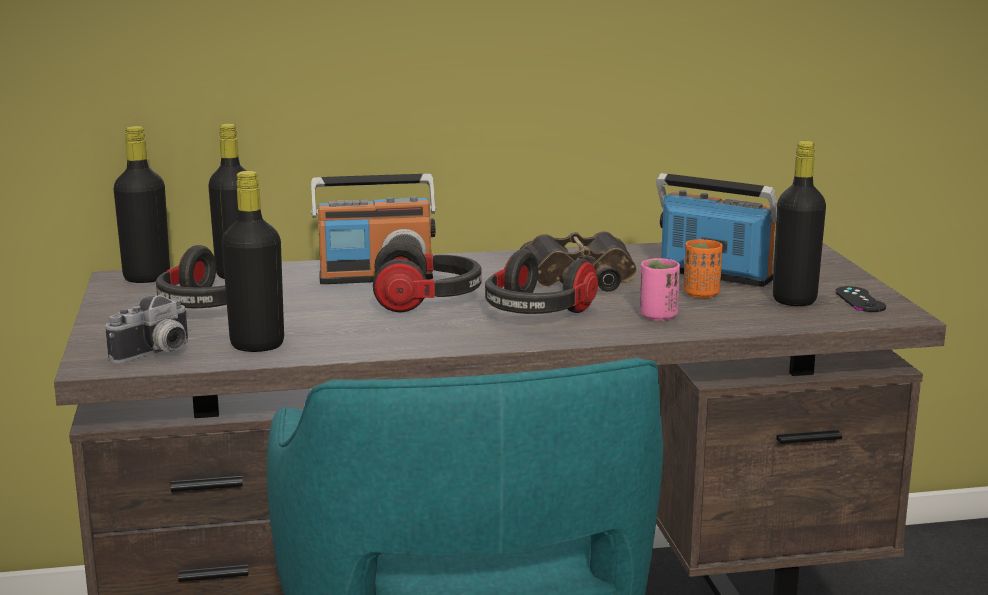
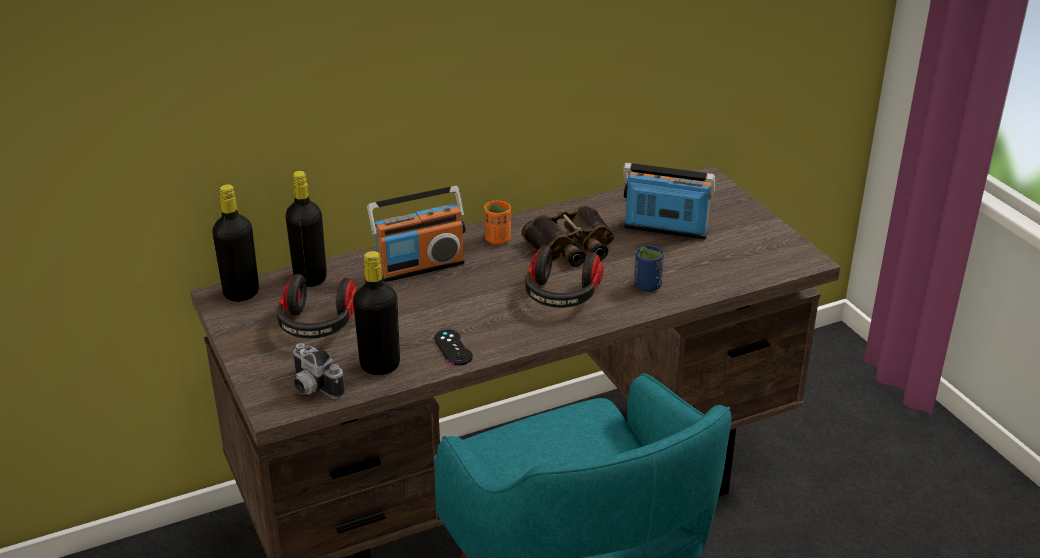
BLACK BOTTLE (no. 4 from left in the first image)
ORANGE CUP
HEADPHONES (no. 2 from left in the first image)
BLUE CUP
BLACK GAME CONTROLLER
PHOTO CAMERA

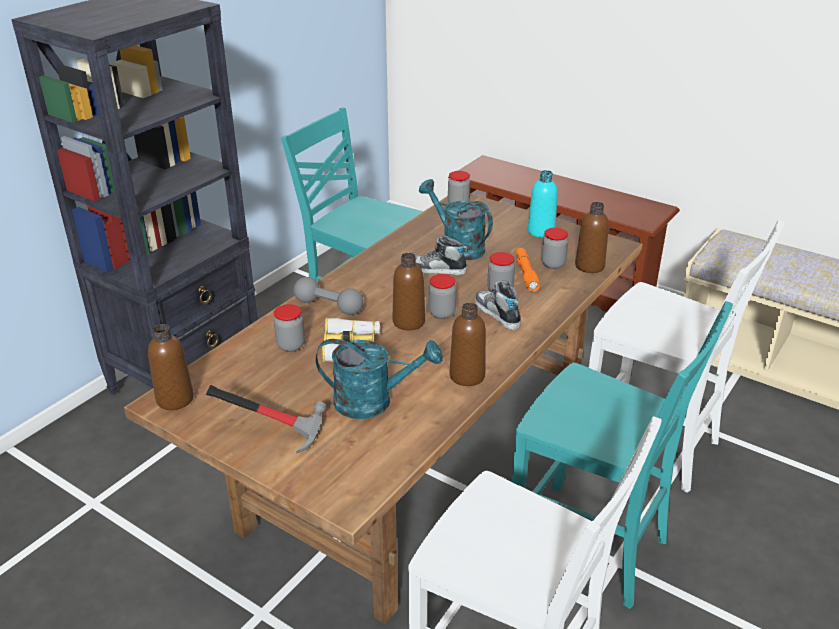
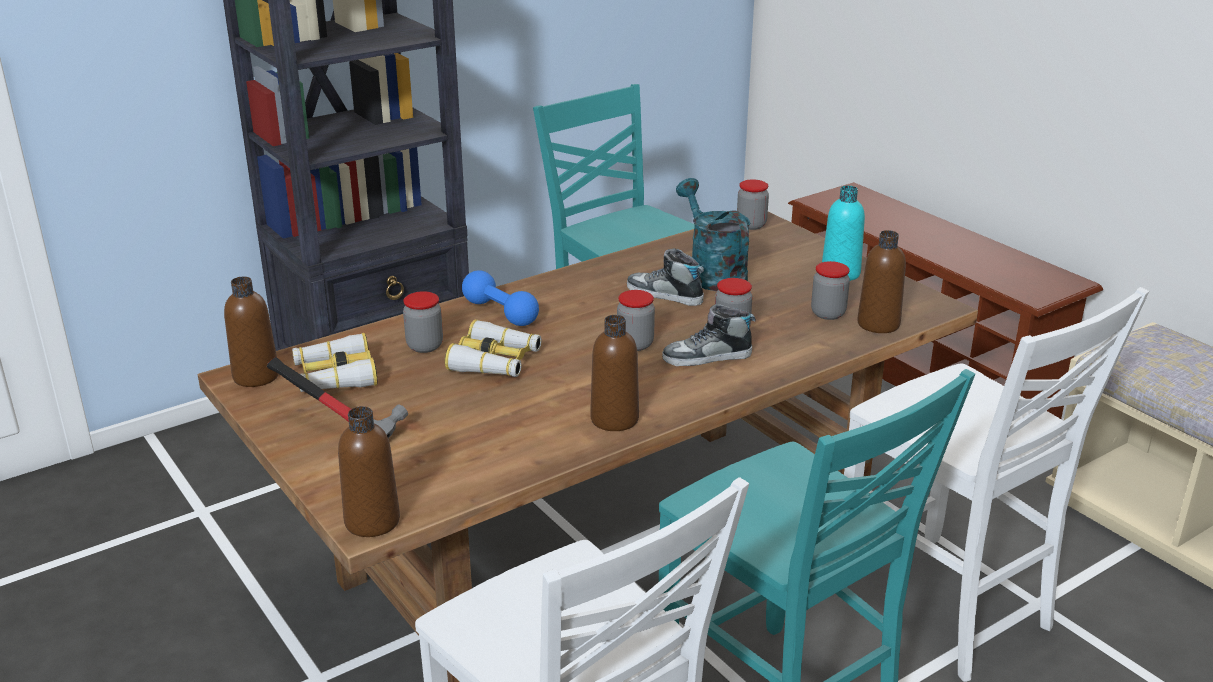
ORANGE FLASHLIGHT
BROWN BOTTLE (no. 2 from left)
BLUE DUMBBELL
SHOE (no. 2 from left)
TURQUOISE WATERING CAN (no. 1 from left in the first image)
BINOCULARS (no. 1 from left)

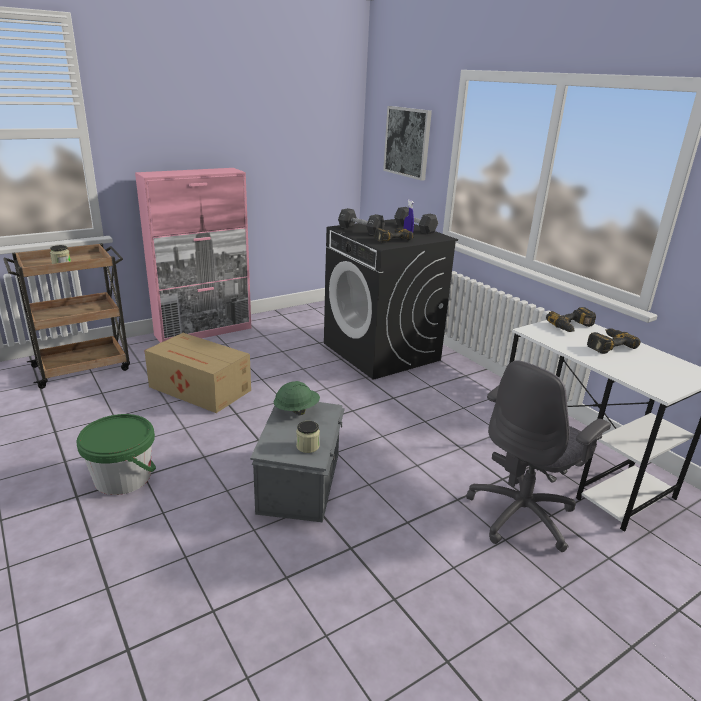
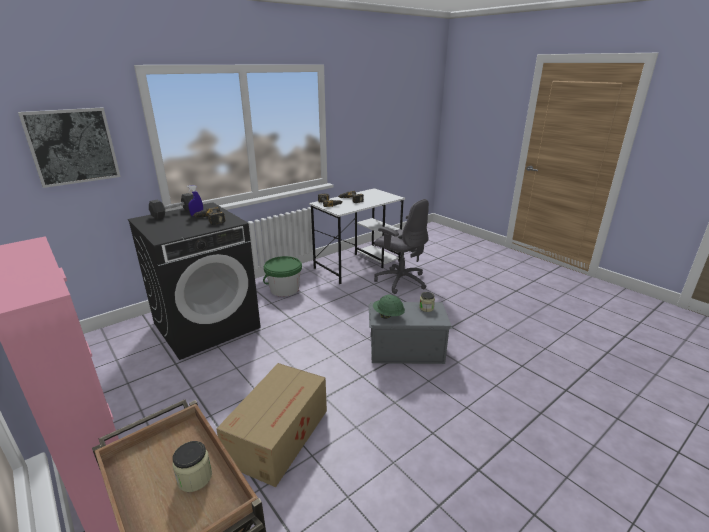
BLACK DUMBBELL (no. 1 from left in the first image)
GREEN BUCKET

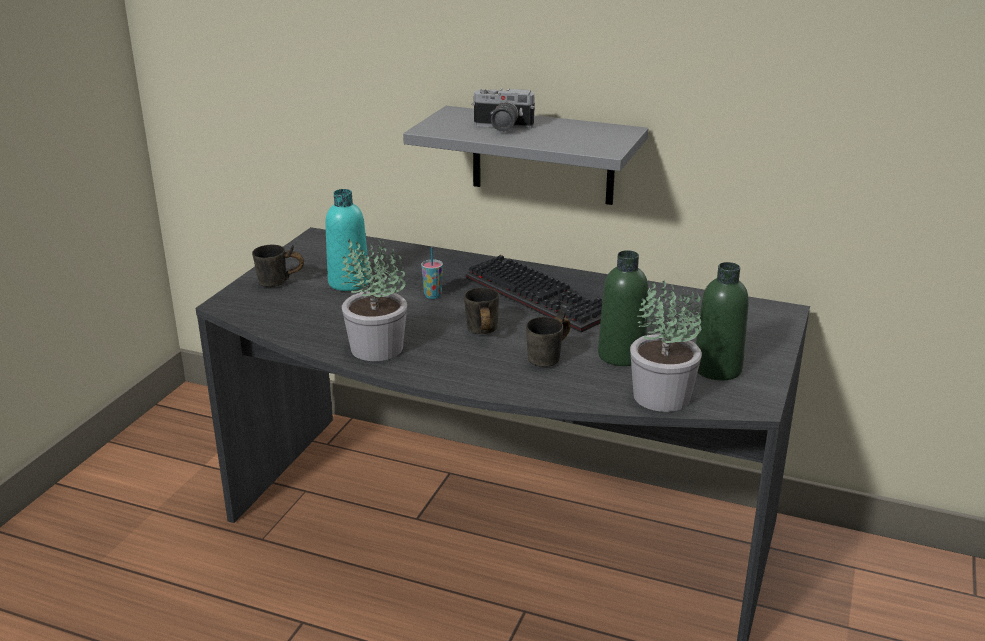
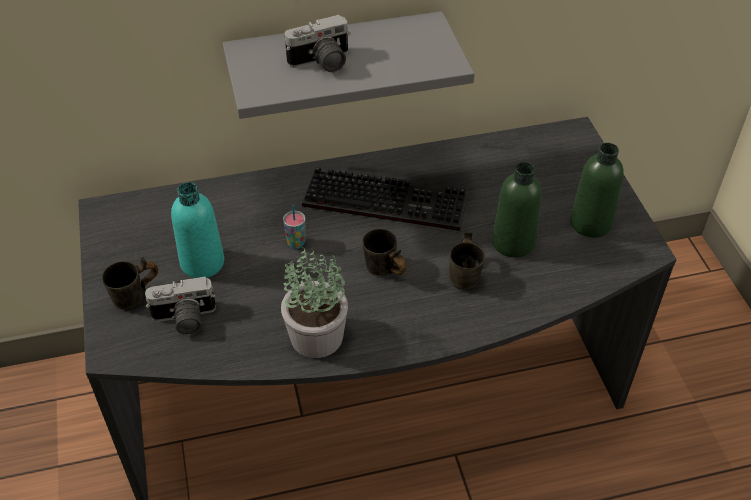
POTTED PLANT (no. 2 from left in the first image)
PHOTO CAMERA (no. 1 from left)

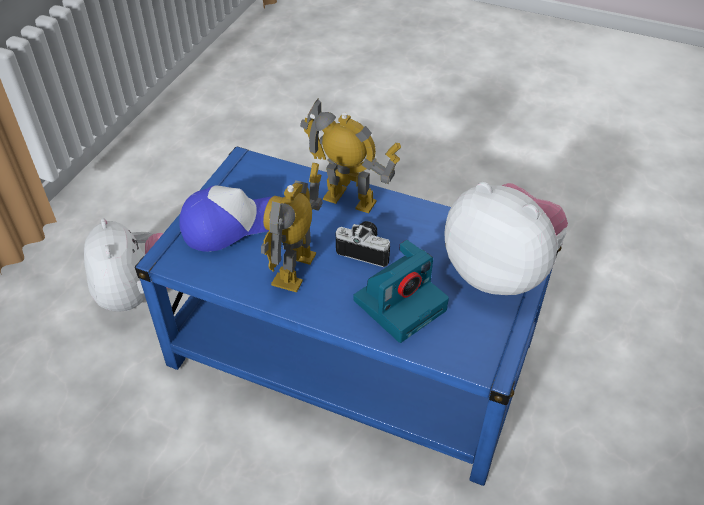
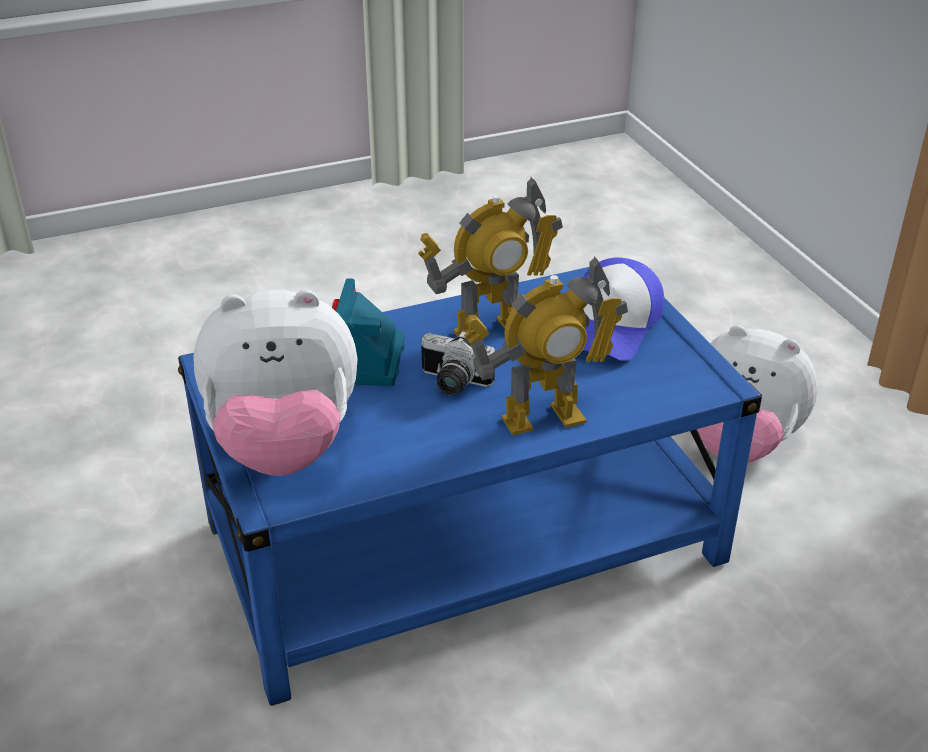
TOY ROBOT (no. 1 from left)
PHOTO CAMERA (no. 2 from left)

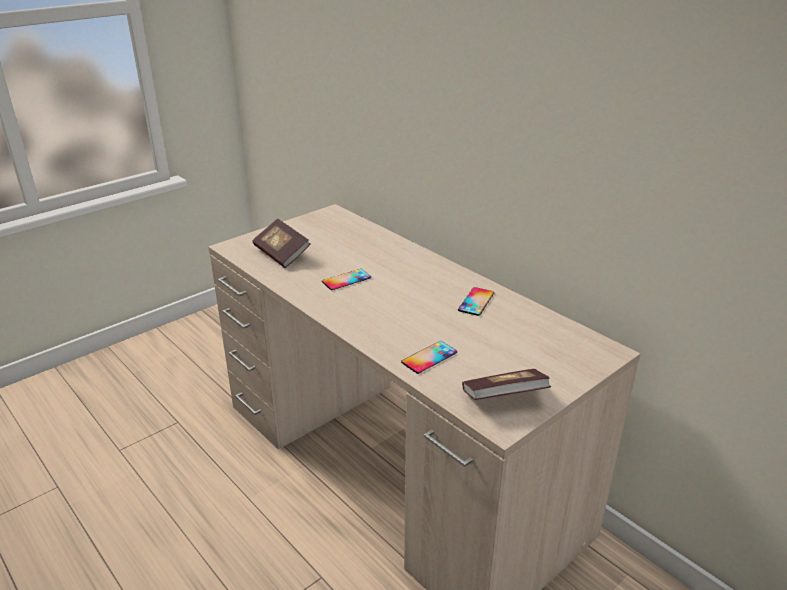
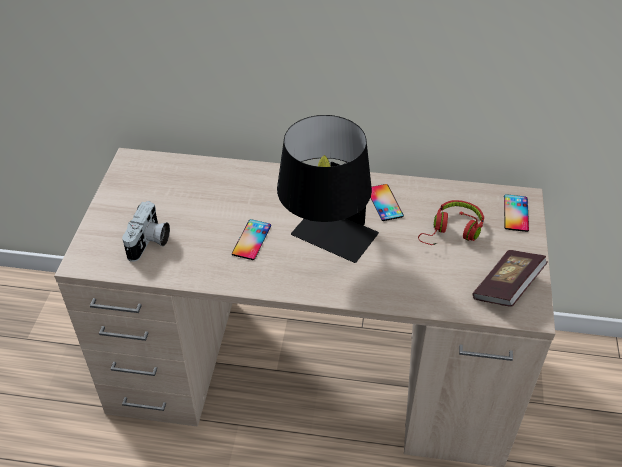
PHOTO CAMERA
PHONE (no. 3 from left)
BLACK TABLE LAMP
RED HEADPHONES

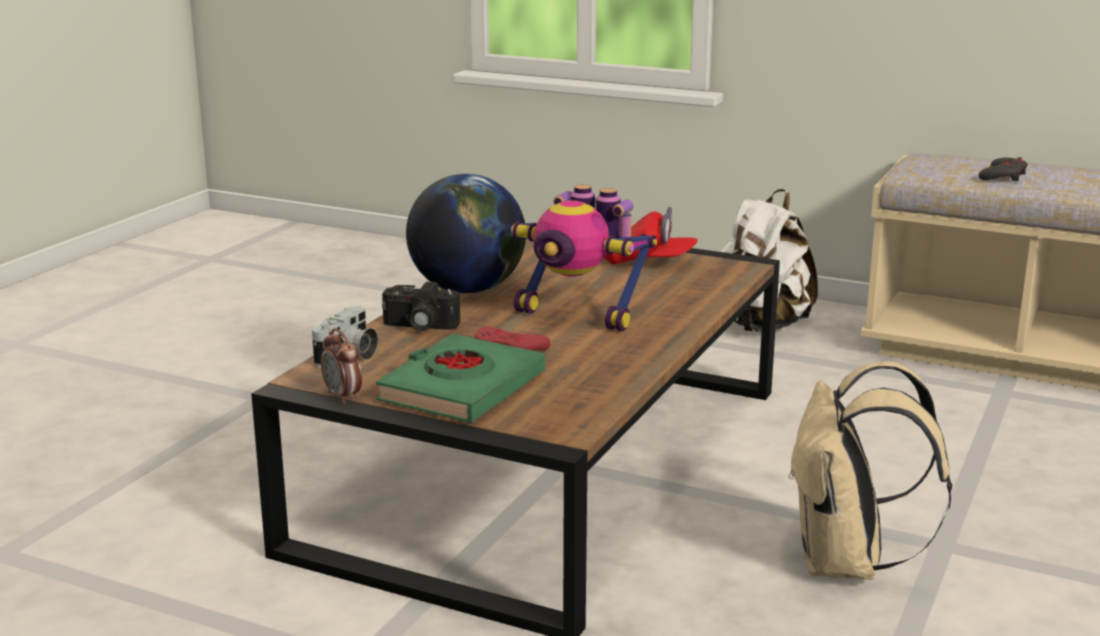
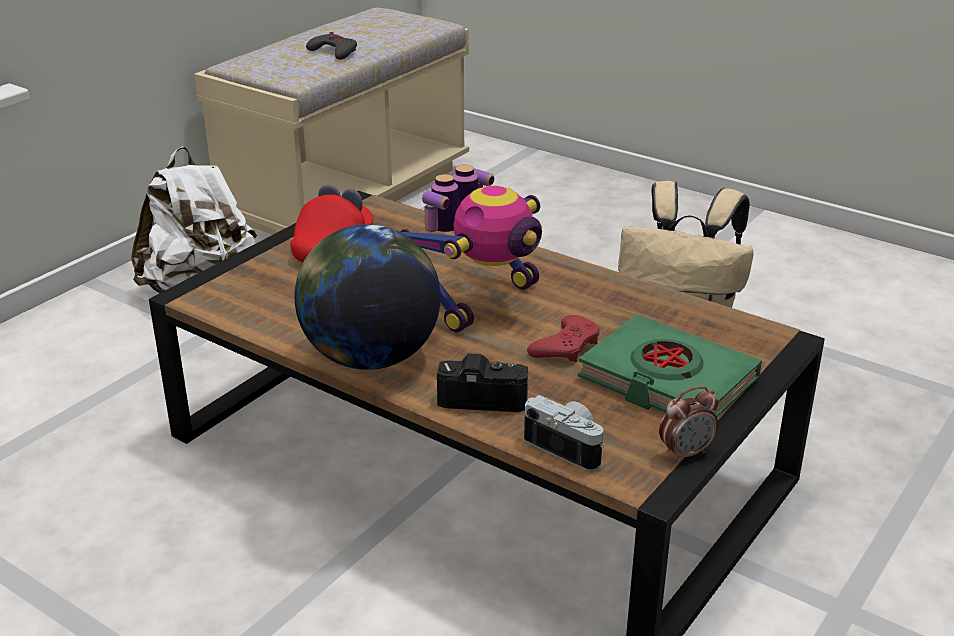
PHOTO CAMERA (no. 1 from left)

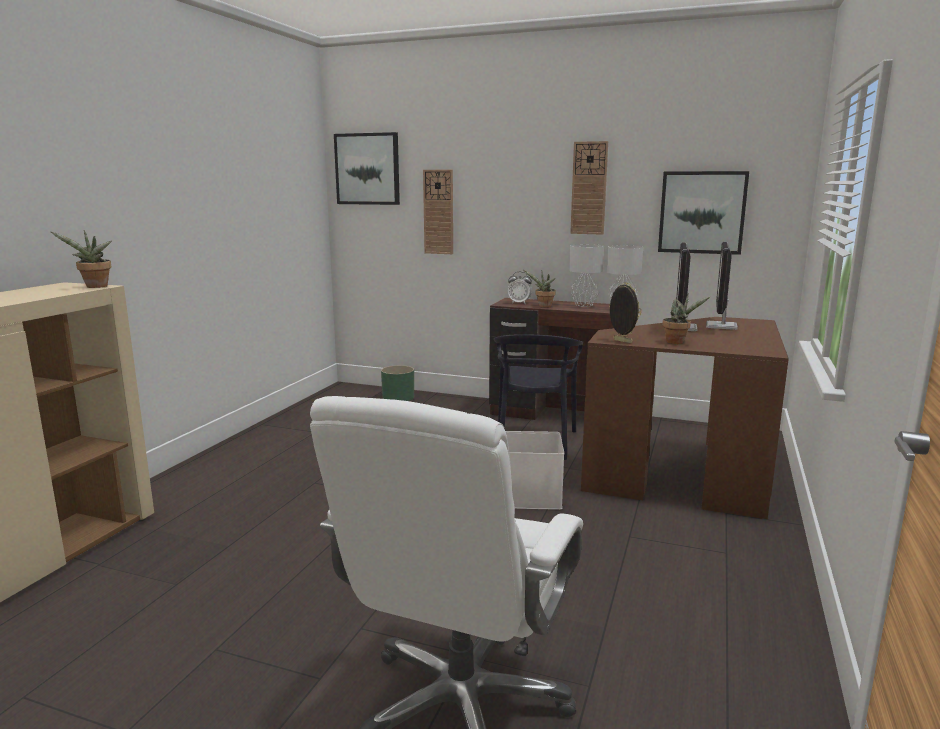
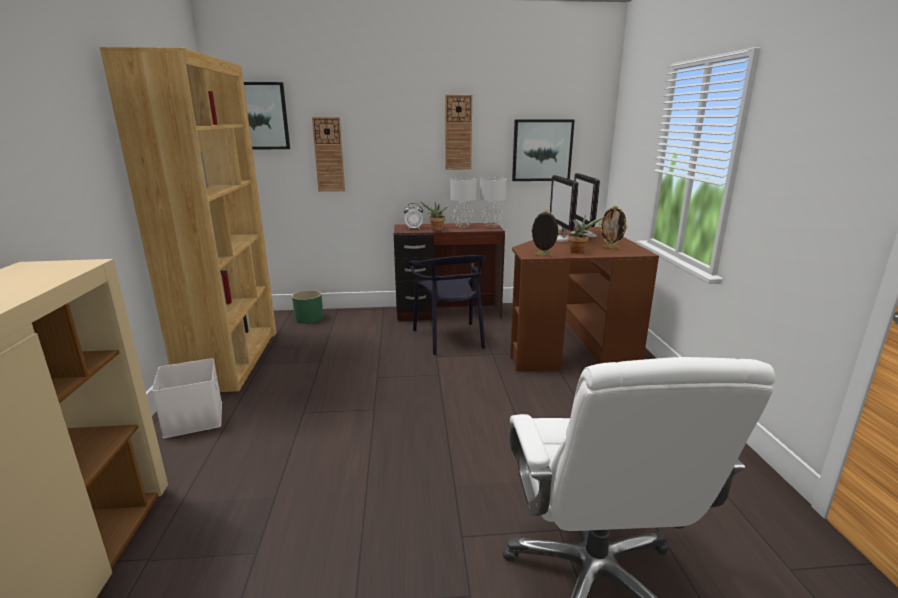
POTTED PLANT (no. 1 from left in the first image)
WHITE STORAGE BOX
BROWN BOOKCASE
PICTURE FRAME (no. 2 from left)

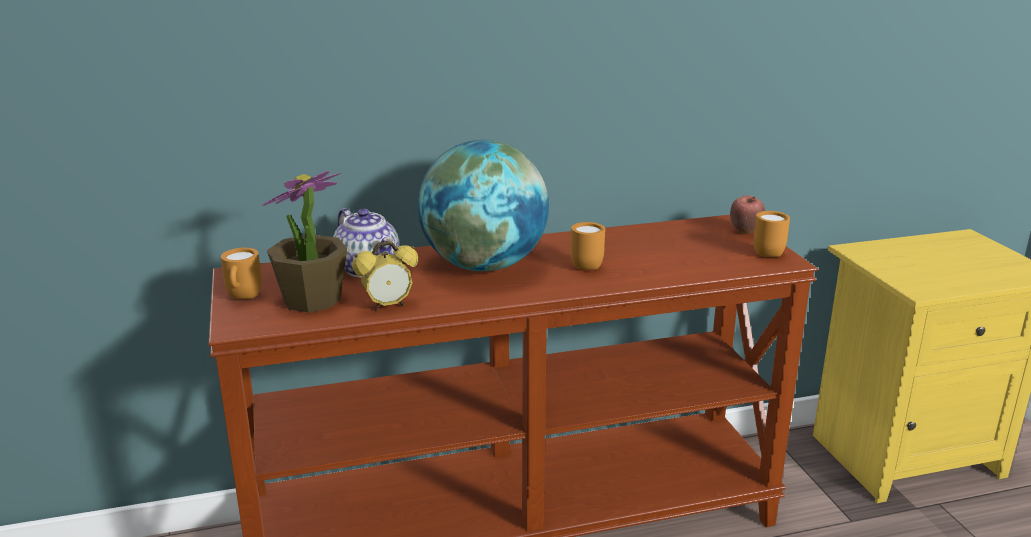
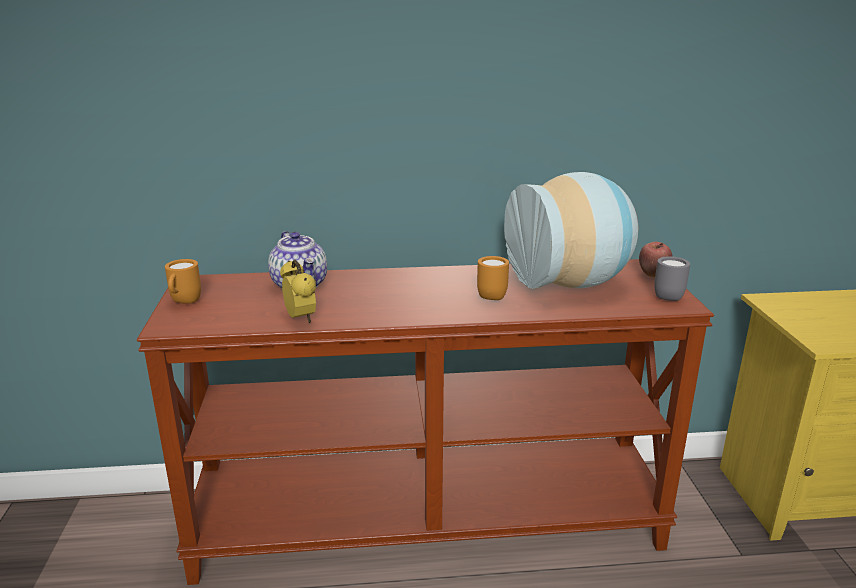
GLOBE
POTTED PLANT
GREY MUG
ALARM CLOCK
VASE

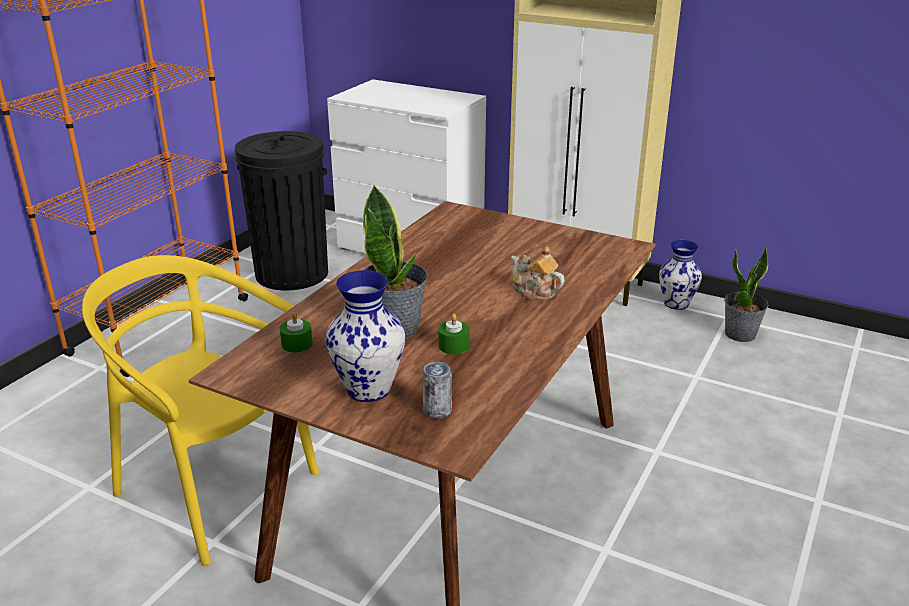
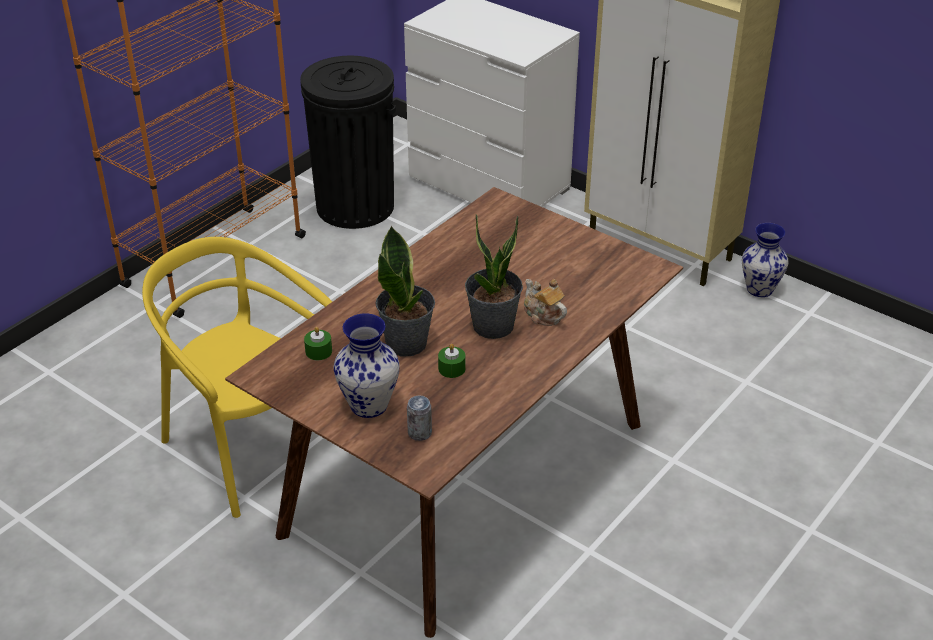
POTTED PLANT (no. 2 from left)

